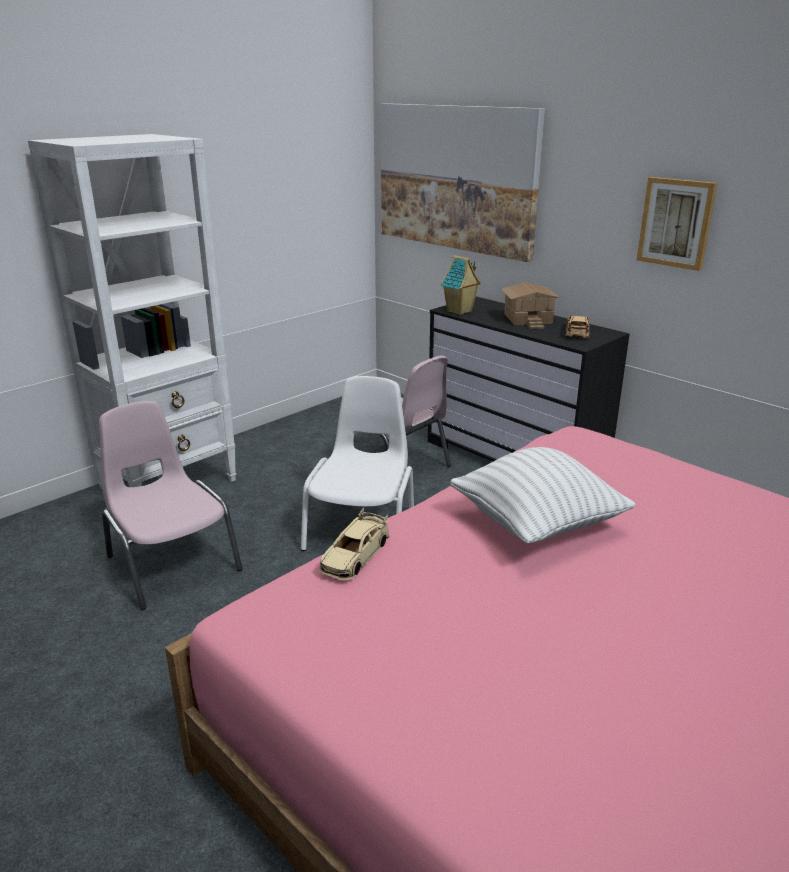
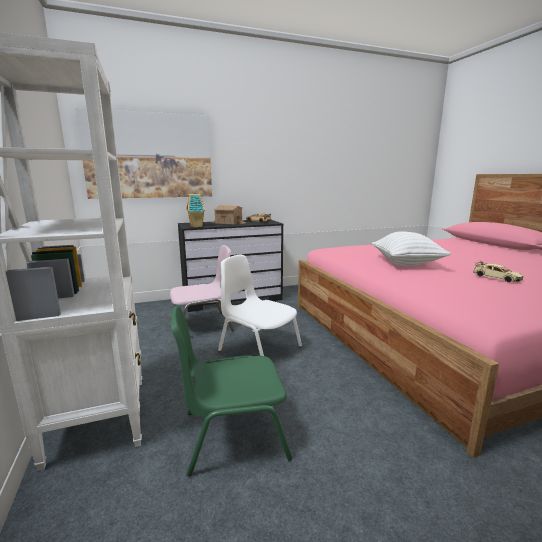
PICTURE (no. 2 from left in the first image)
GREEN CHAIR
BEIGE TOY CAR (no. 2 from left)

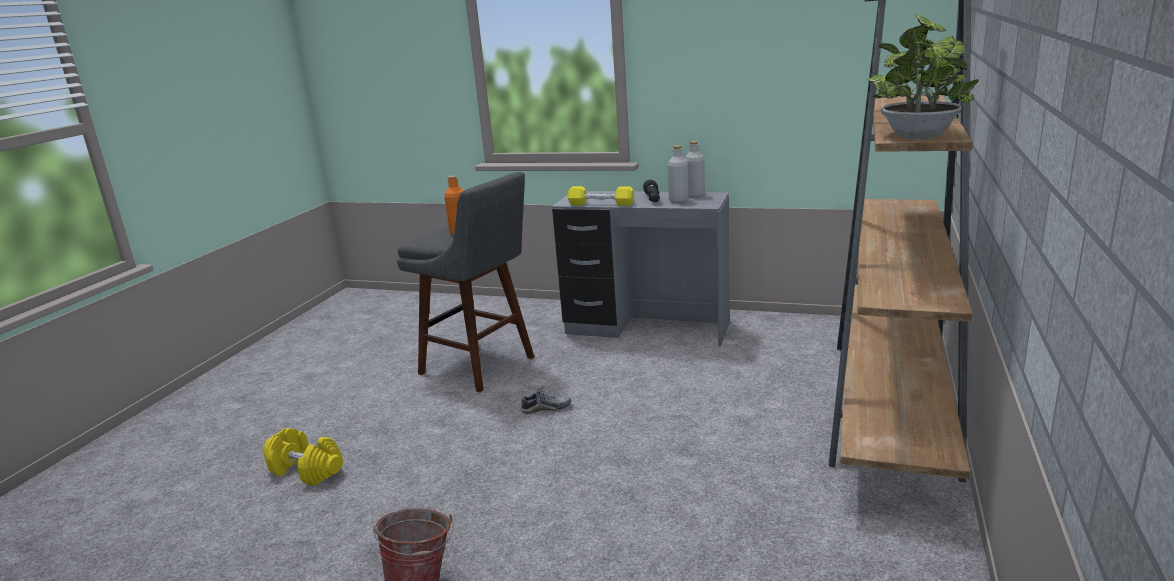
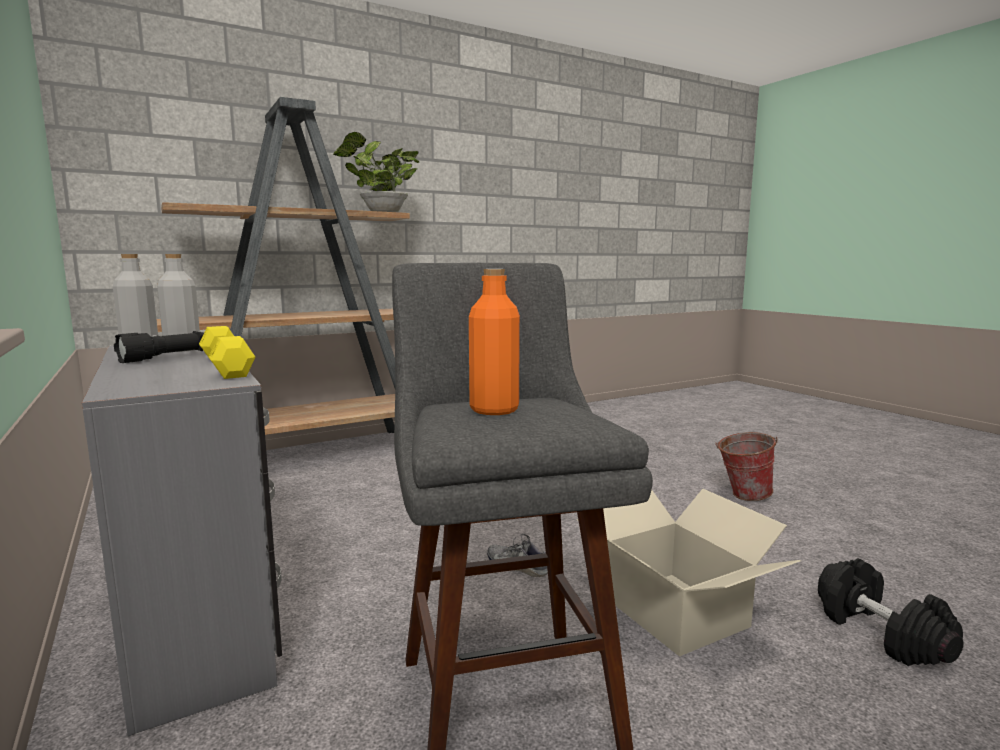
BLACK DUMBBELL
CARDBOARD BOX

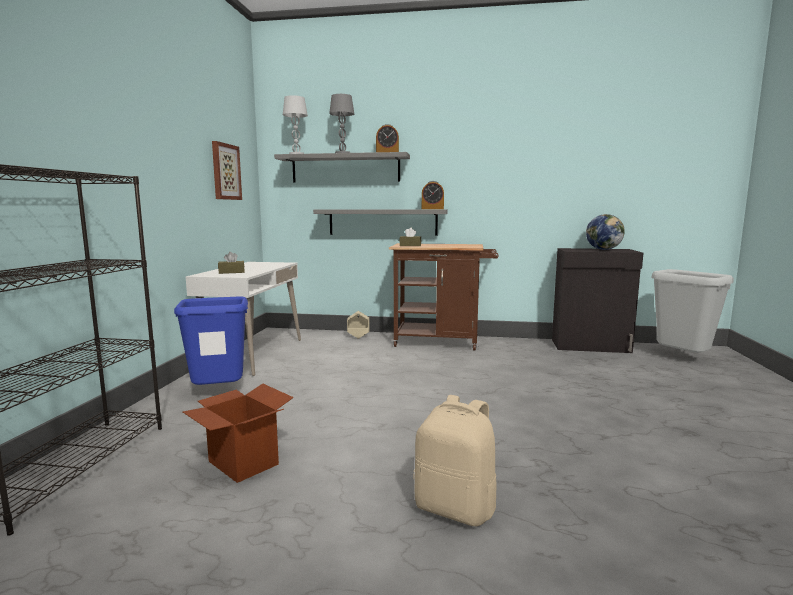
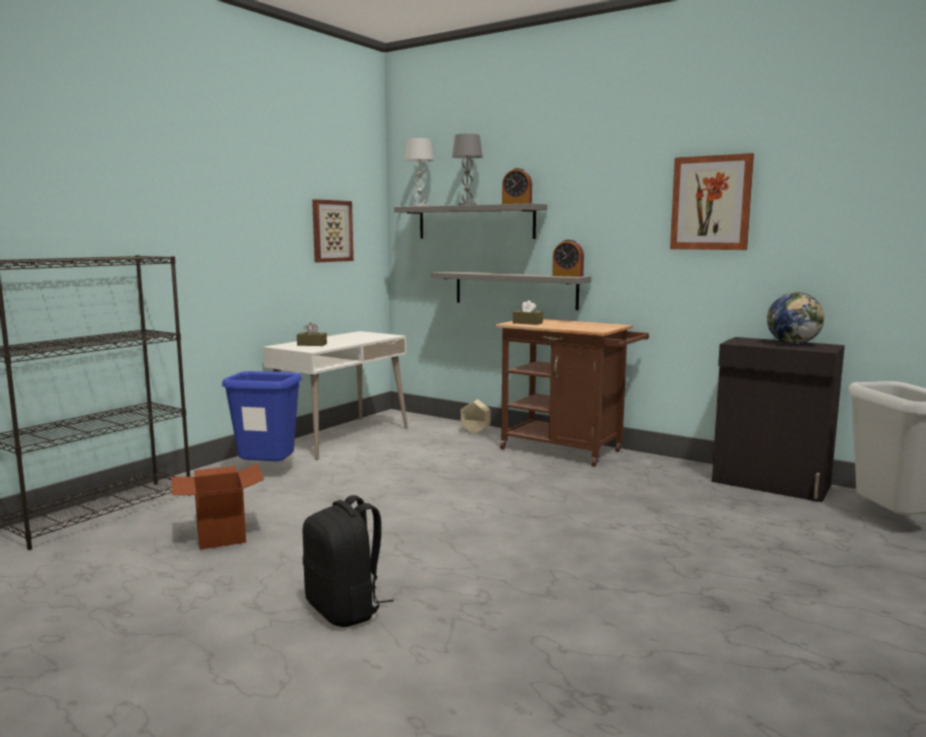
BLACK BACKPACK
PICTURE (no. 2 from left)

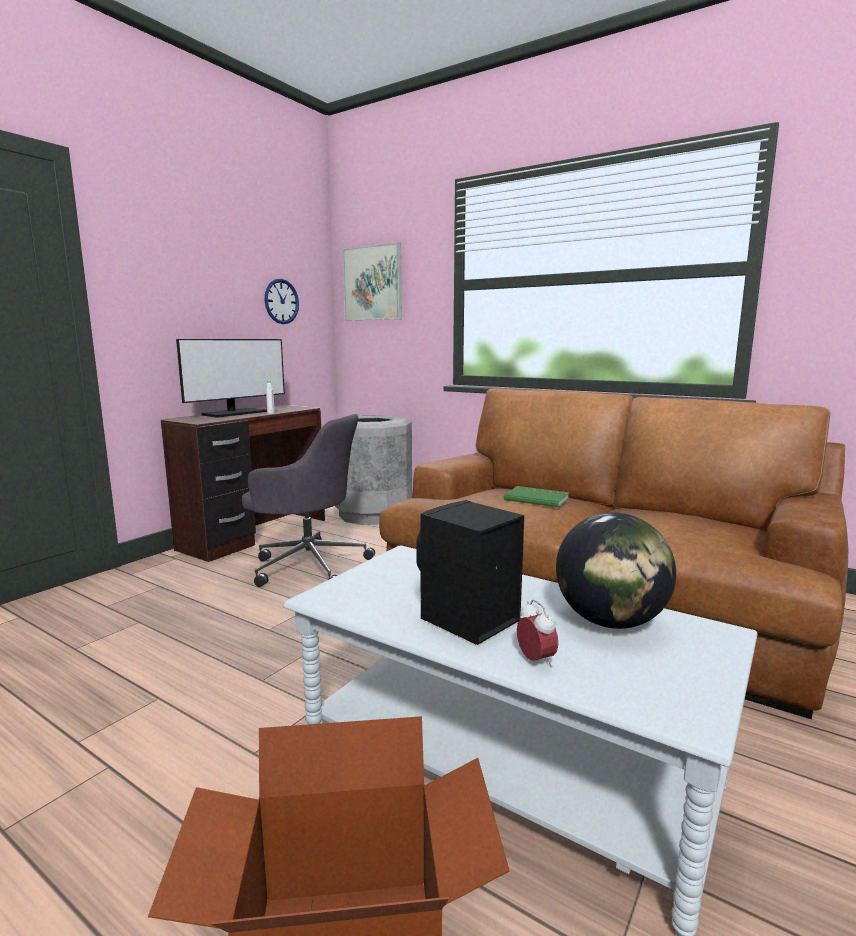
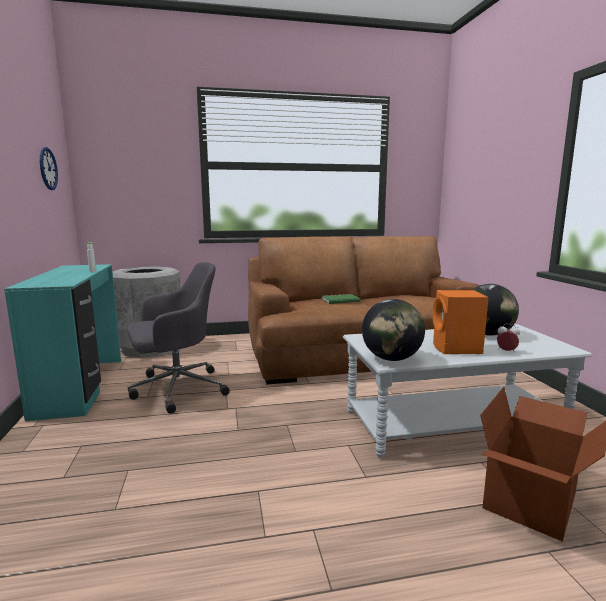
PICTURE
MONITOR
TURQUOISE DESK
ORANGE SPEAKER
GLOBE (no. 1 from left)

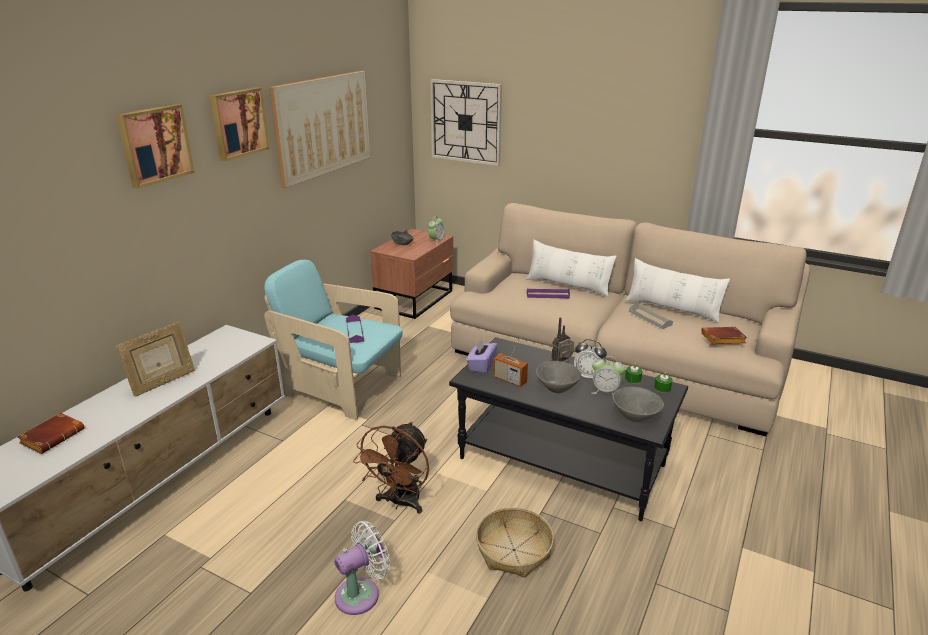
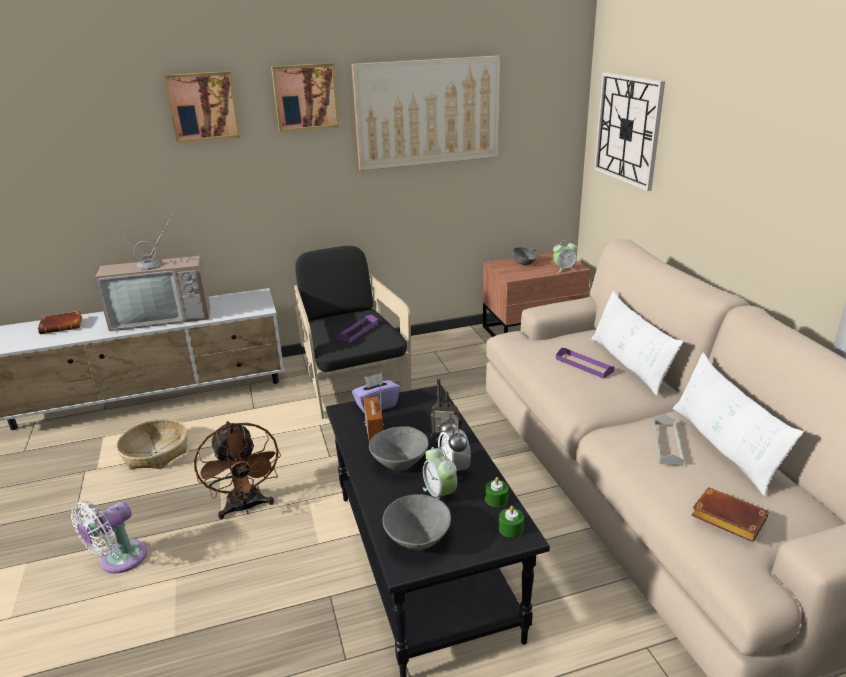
BLACK ARMCHAIR
TELEVISION
BROWN FAN
BASKET
WHITE FAN

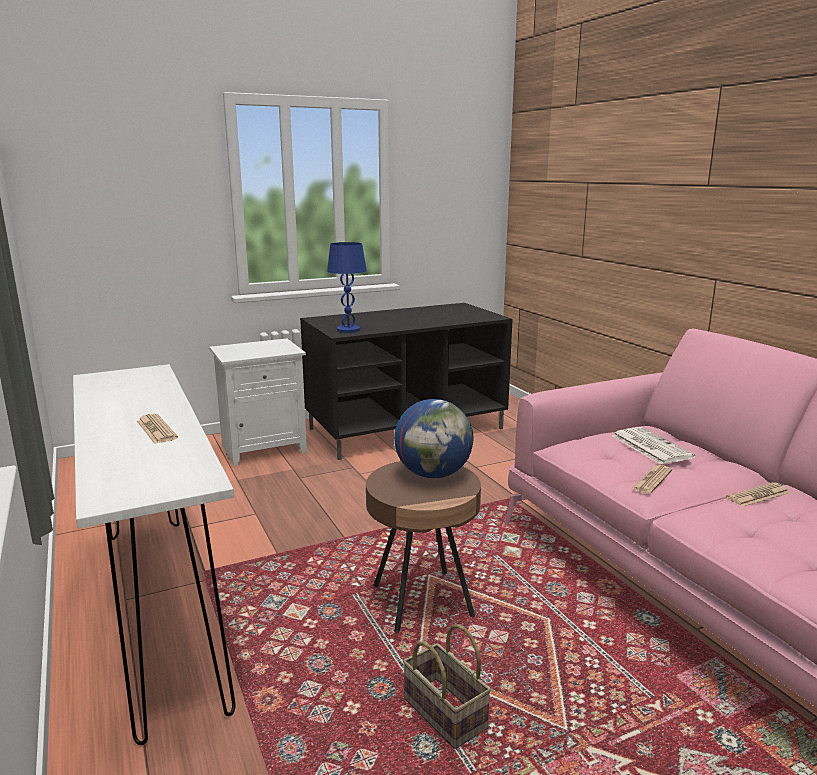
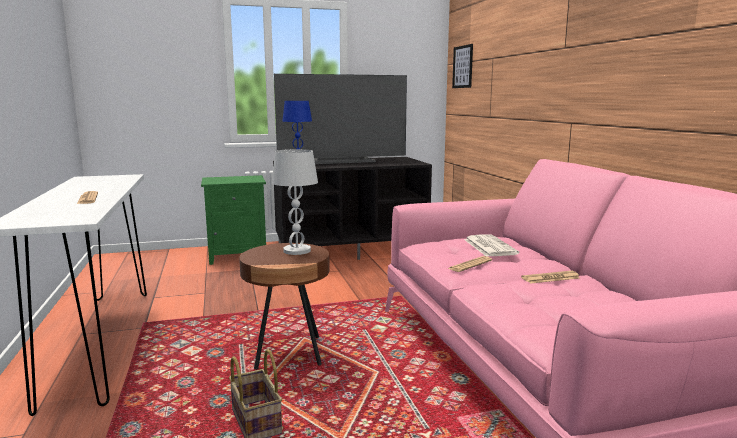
GREEN NIGHTSTAND
WHITE TABLE LAMP
PICTURE
TELEVISION

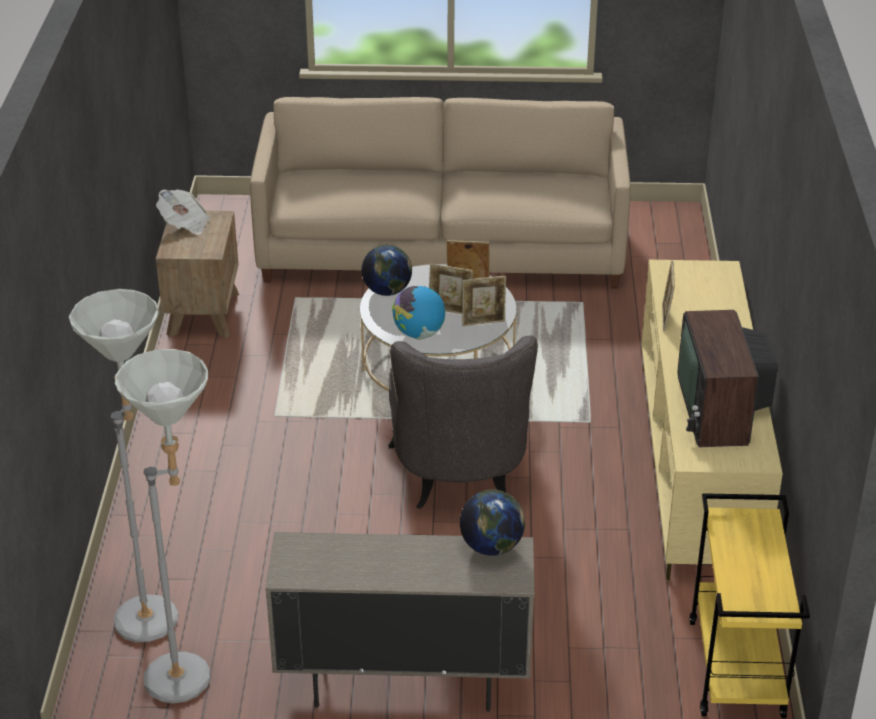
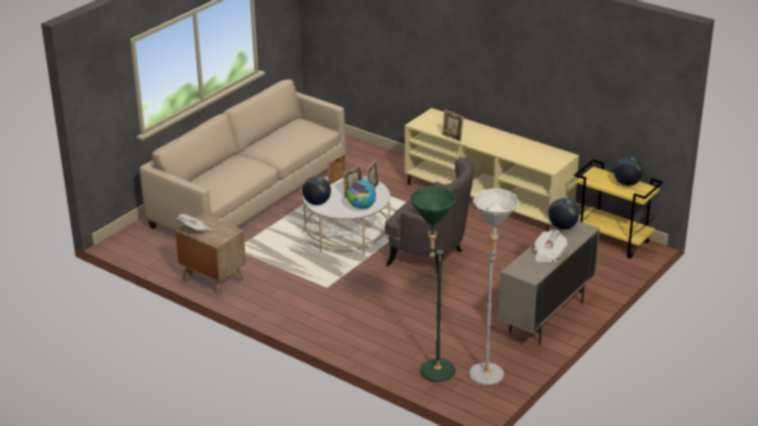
GREEN FLOOR LAMP
TELEVISION
GLOBE (no. 4 from left)
NEWSPAPER (no. 2 from left)

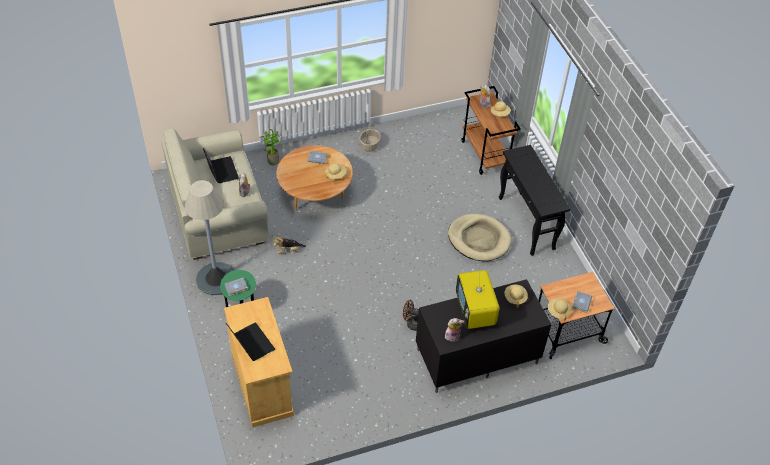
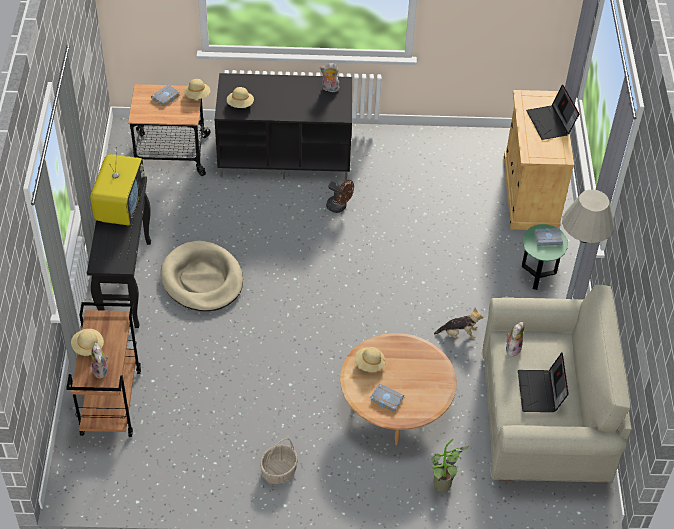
TELEVISION

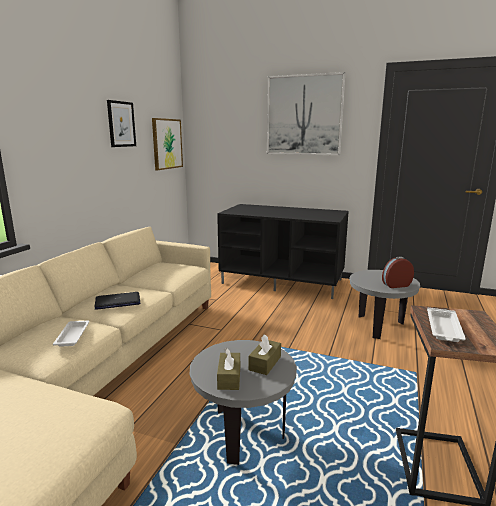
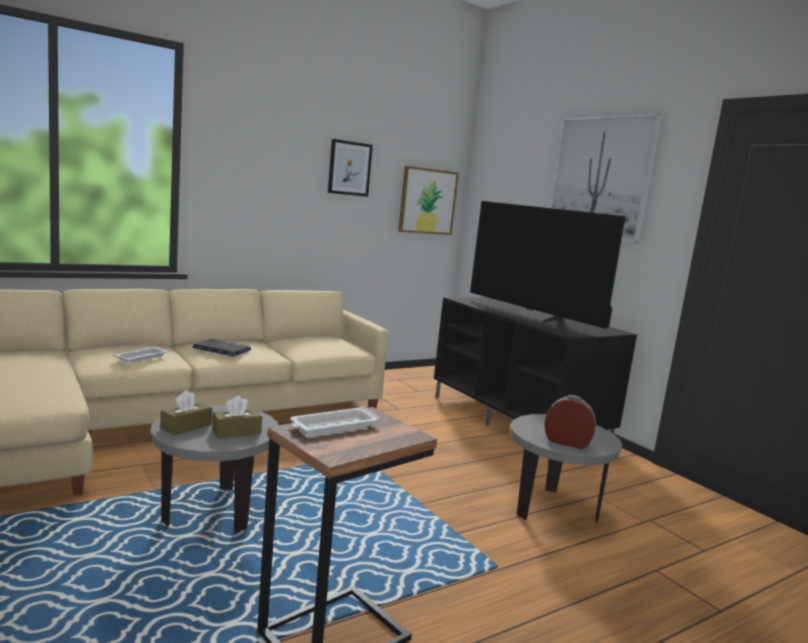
TELEVISION

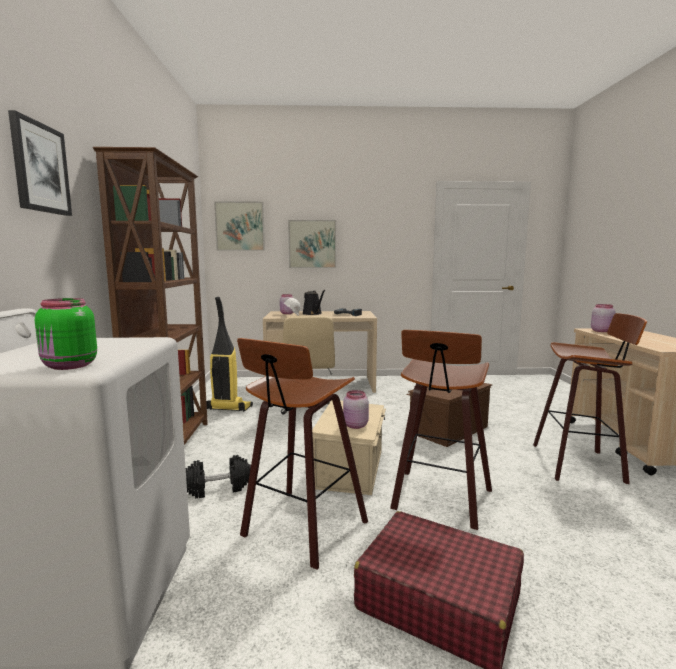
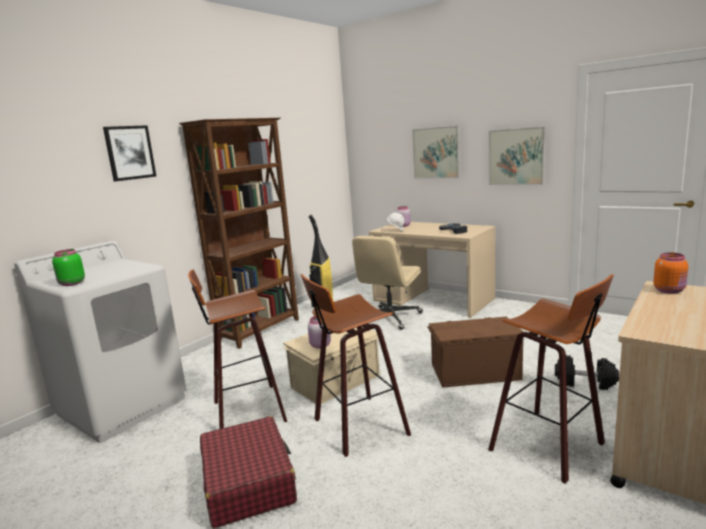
PICTURE (no. 3 from left)
BLACK WATERING CAN
ORANGE JAR
BLACK DUMBBELL

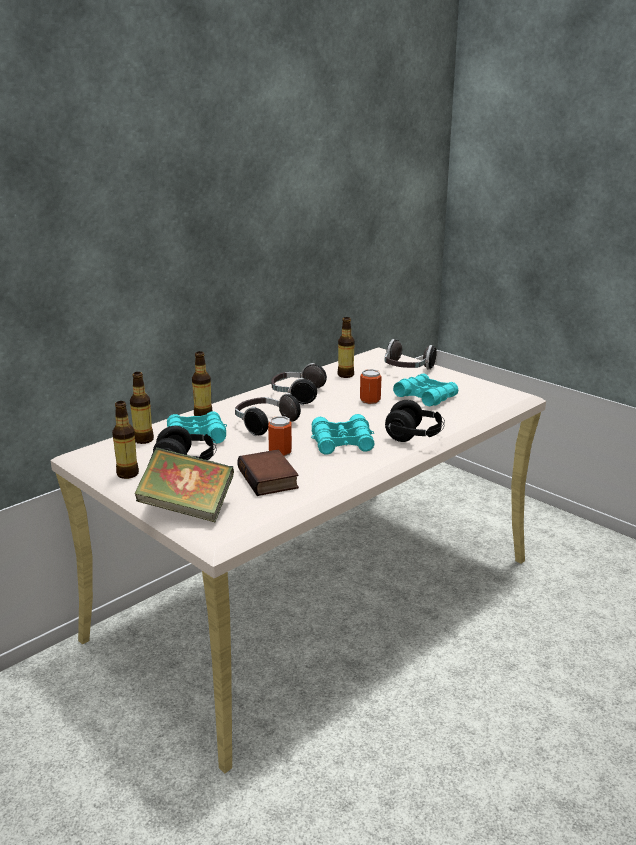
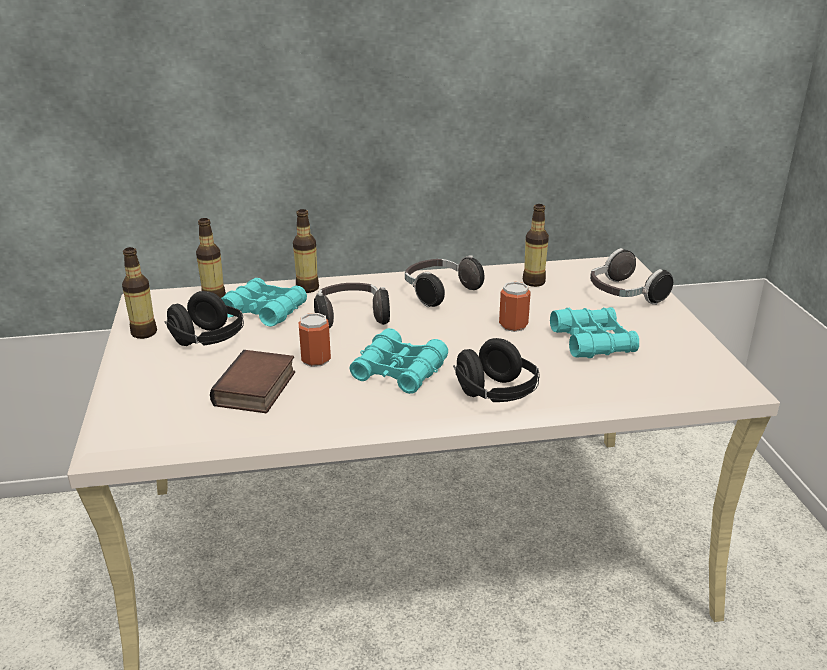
BOOK (no. 1 from left in the first image)

